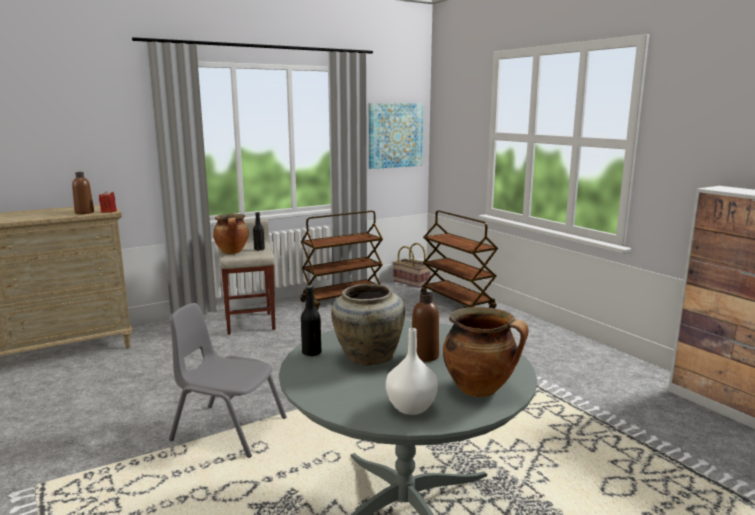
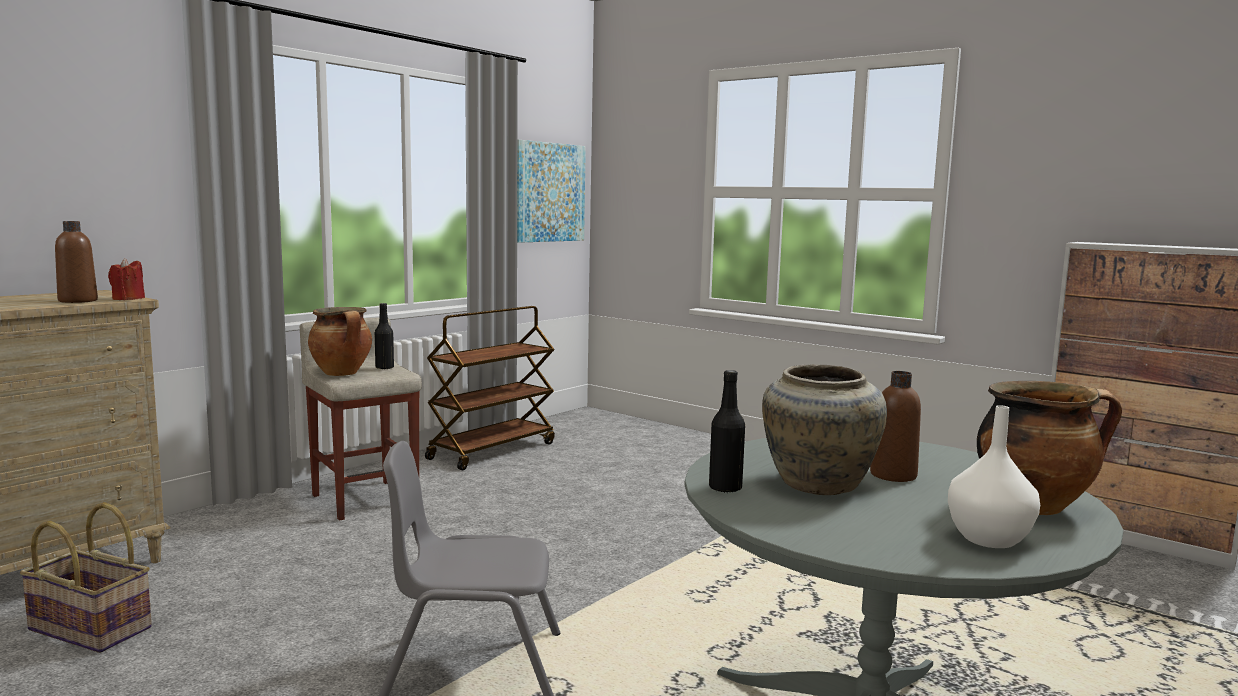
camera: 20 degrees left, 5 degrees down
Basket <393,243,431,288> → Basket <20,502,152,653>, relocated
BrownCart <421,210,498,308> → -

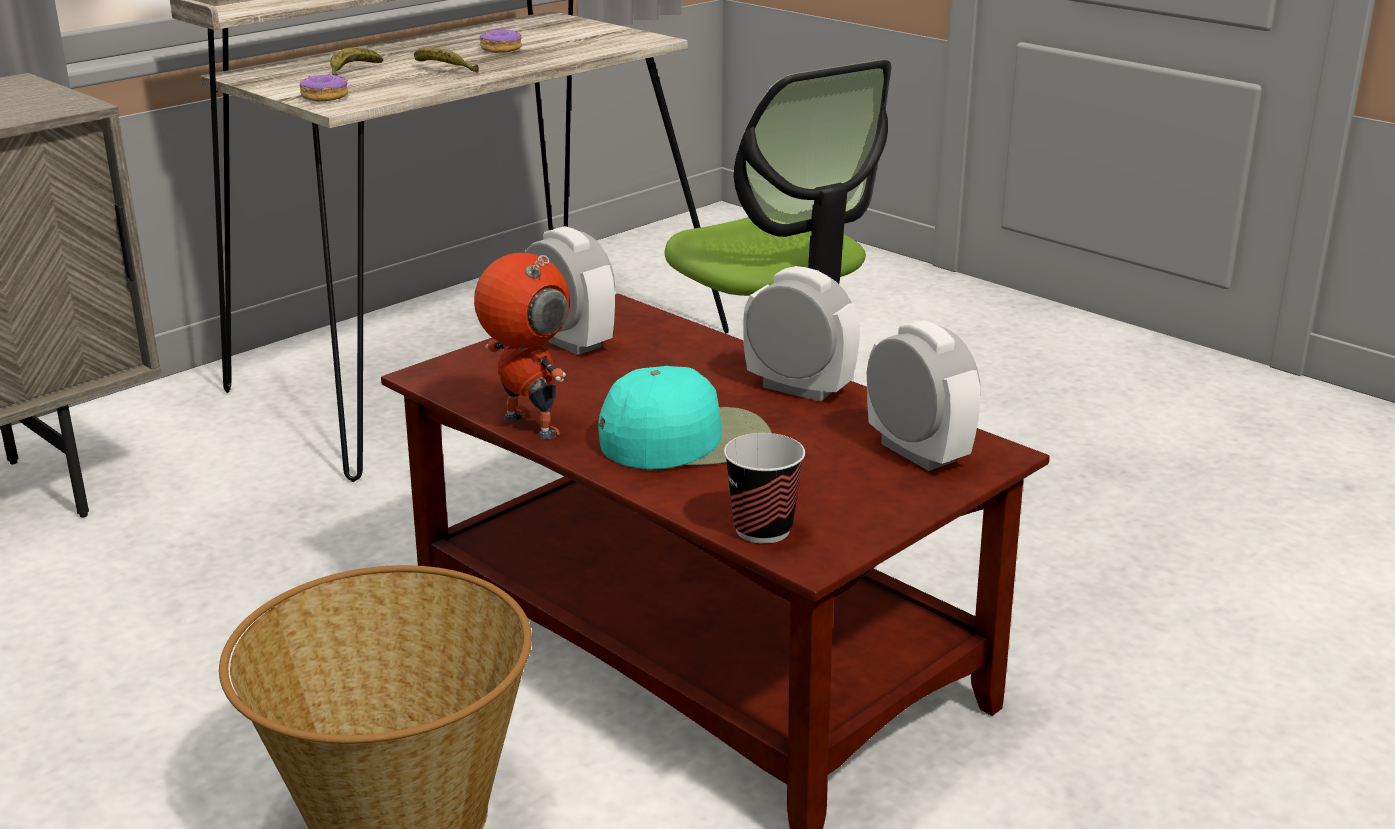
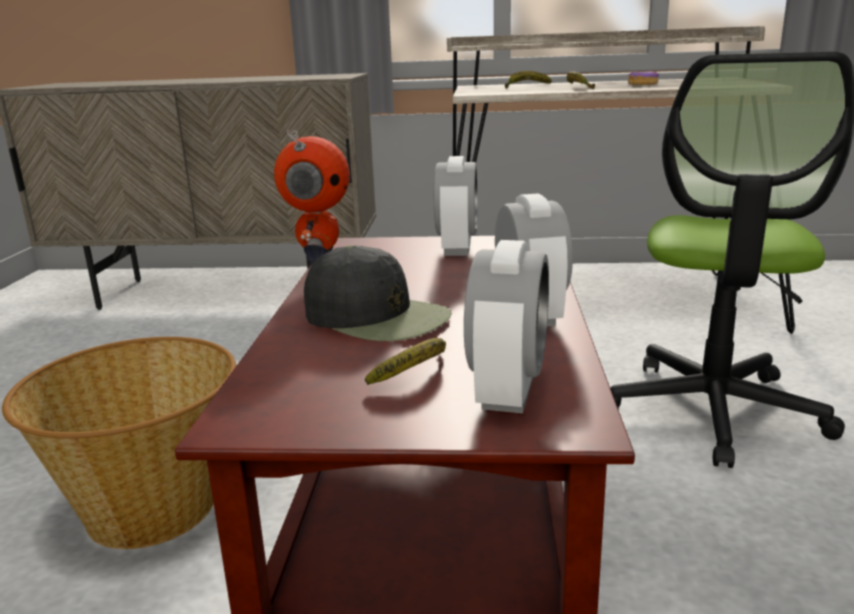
camera: 50 degrees right, 5 degrees down
TurquoiseCap <599,366,772,470> → BlackCap <304,245,452,341>
- → Banana <365,338,446,385>
Donut <300,74,348,102> → -
Cup <724,433,805,544> → -

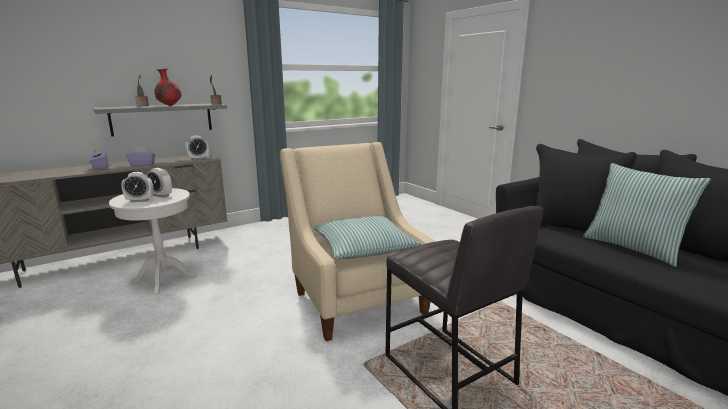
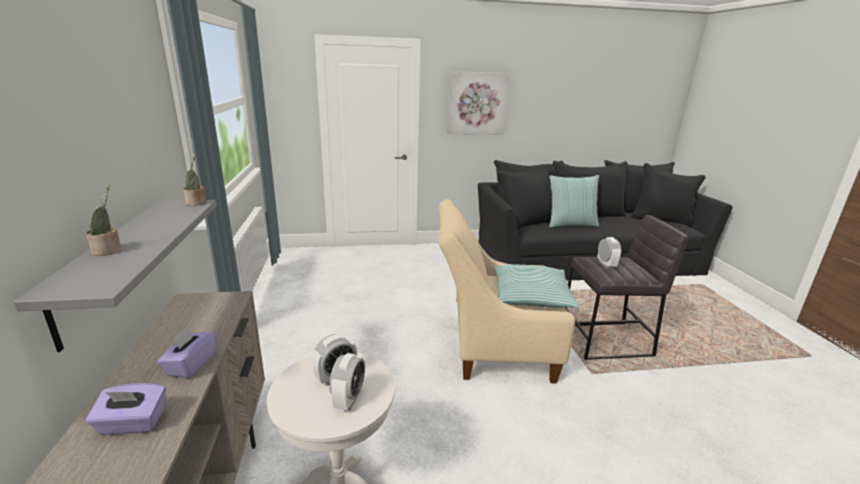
camera: 65 degrees left, 5 degrees up
- → Picture <447,71,509,135>
AlarmClock <185,136,209,160> → AlarmClock <598,237,621,268>, relocated
RedVase <154,68,181,106> → -

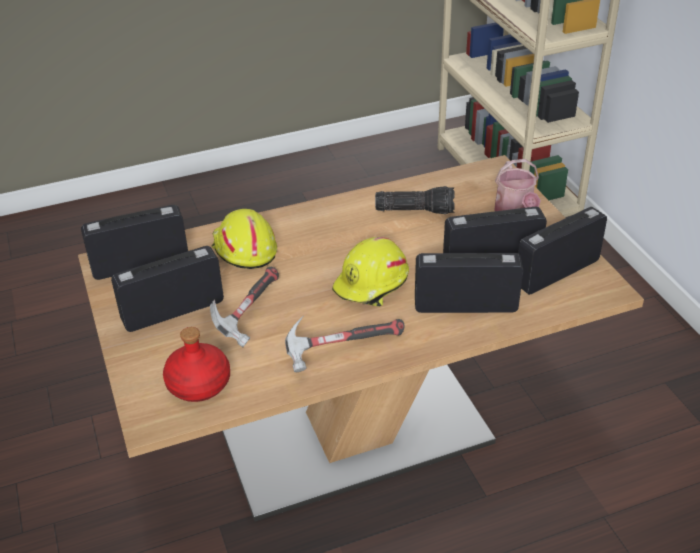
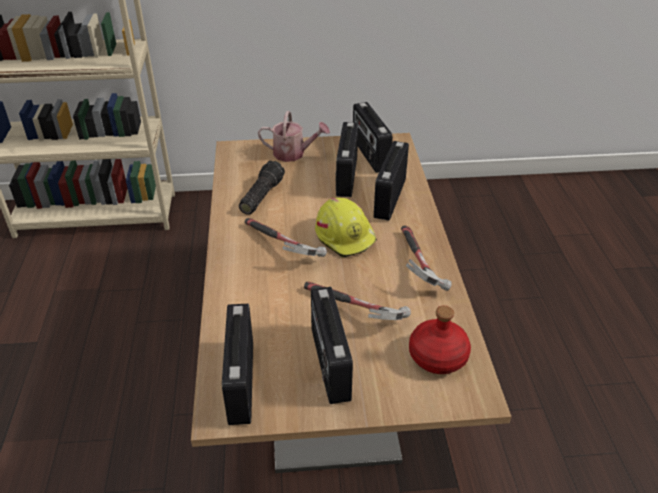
camera: 75 degrees left, 0 degrees up
- → Hammer <245,218,327,257>
YellowHardHat <211,209,277,269> → -

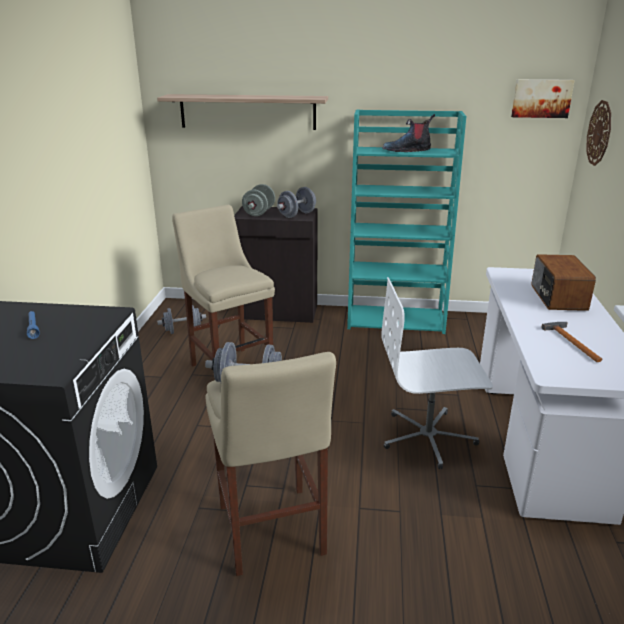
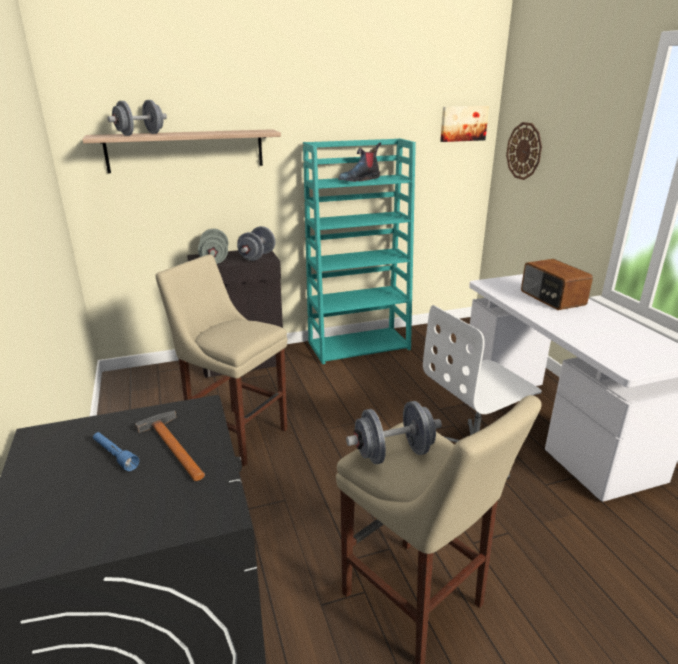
camera: 25 degrees left, 0 degrees up
GreyDumbbell <157,305,206,334> → GreyDumbbell <108,100,167,136>, relocated
Hammer <541,322,602,362> → Hammer <135,410,205,481>, relocated

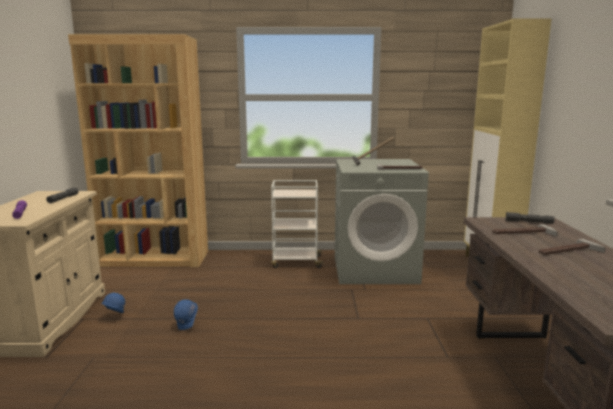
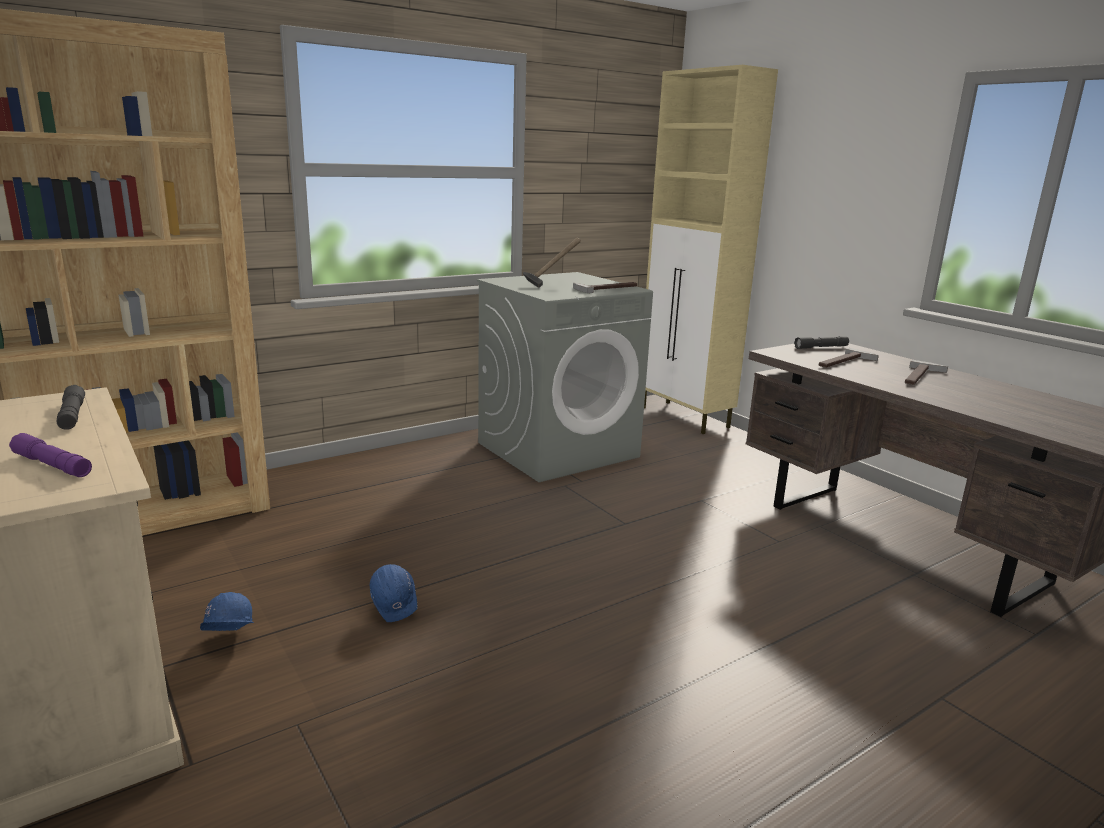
camera: 35 degrees left, 5 degrees up
WhiteCart <271,180,324,268> → -

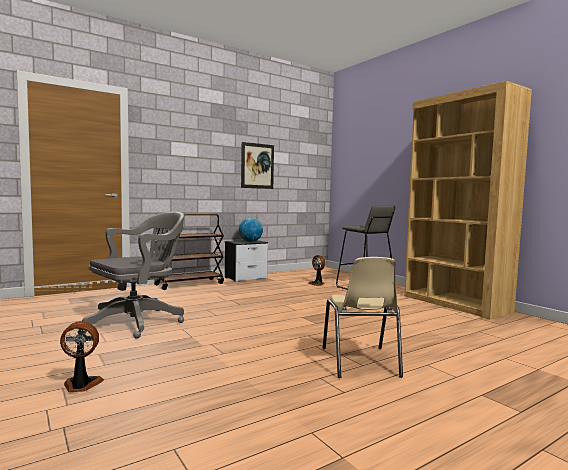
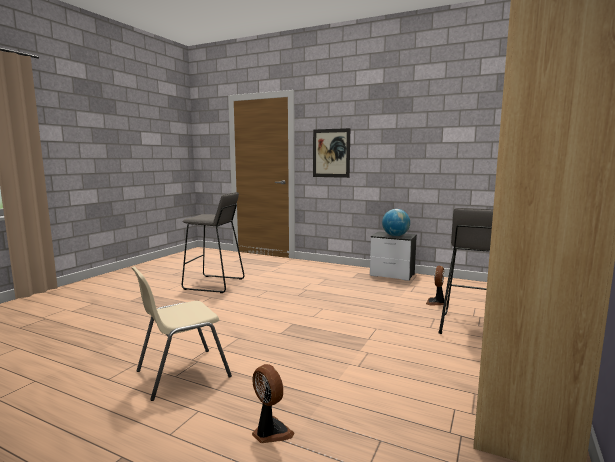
camera: 60 degrees right, 5 degrees up
GreyOfficeChair <82,212,184,339> → GreyStool <182,192,244,293>
Fan <60,321,104,392> → Fan <252,364,294,443>, relocated
Picture <241,142,274,189> → Picture <313,128,350,178>, relocated
BrownCart <154,214,224,290> → -

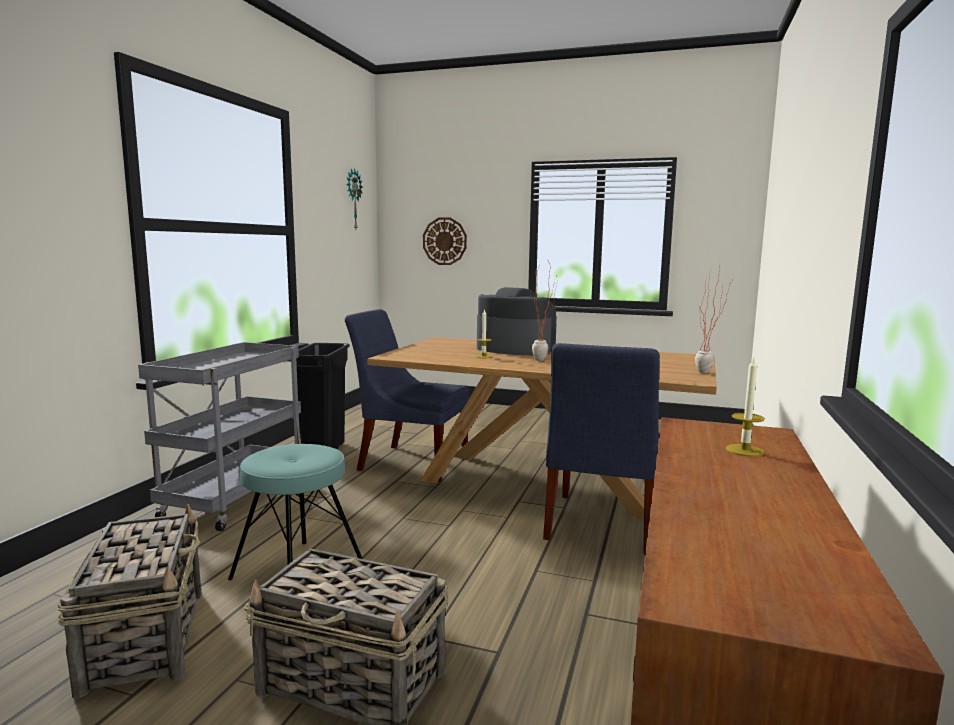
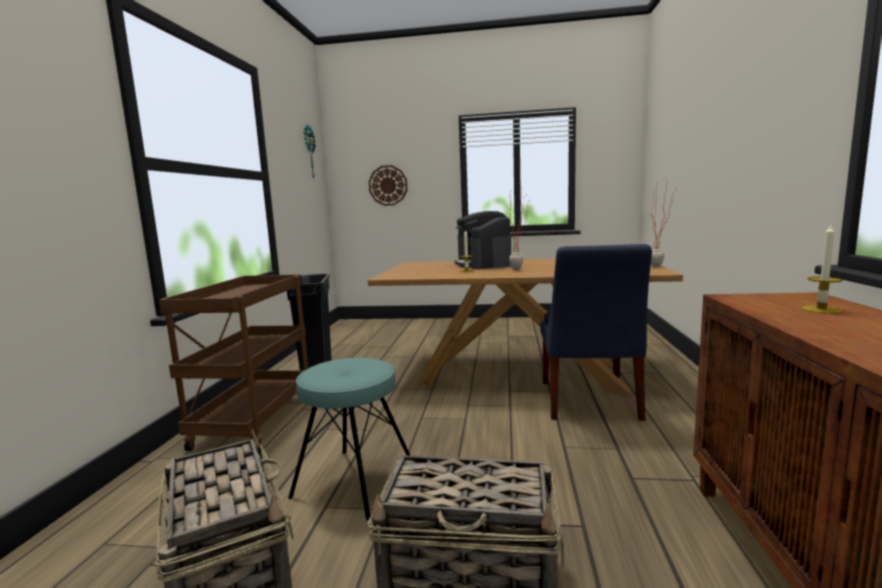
camera: 10 degrees left, 0 degrees up
GreyCart <138,342,301,531> → BrownCart <159,274,308,451>
CoffeeMachine <477,287,557,355> → CoffeeMachine <455,211,511,269>, 120 degrees counterclockwise
BlueChair <345,309,470,482> → -

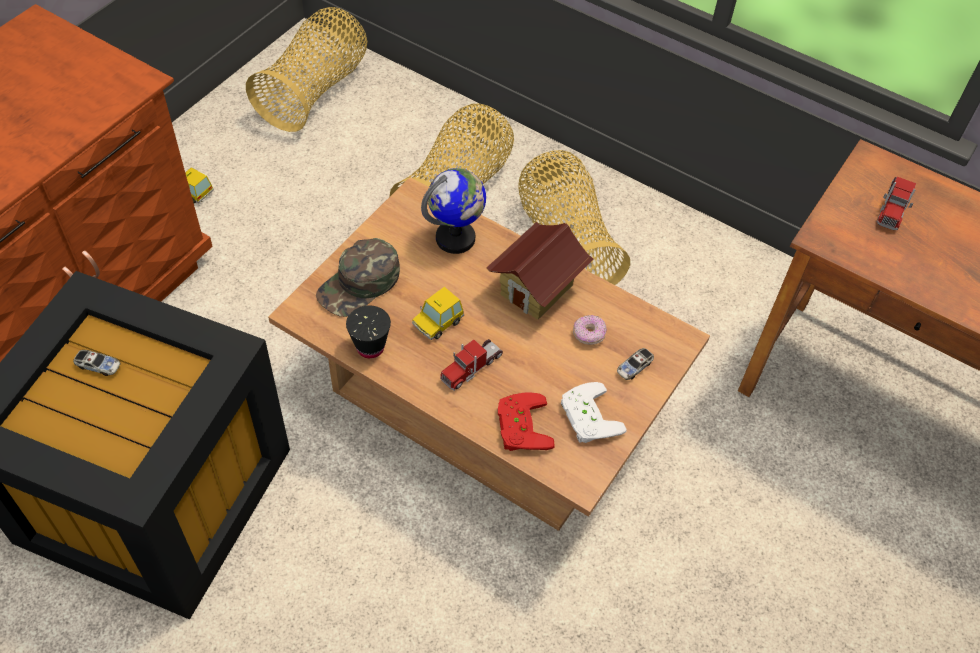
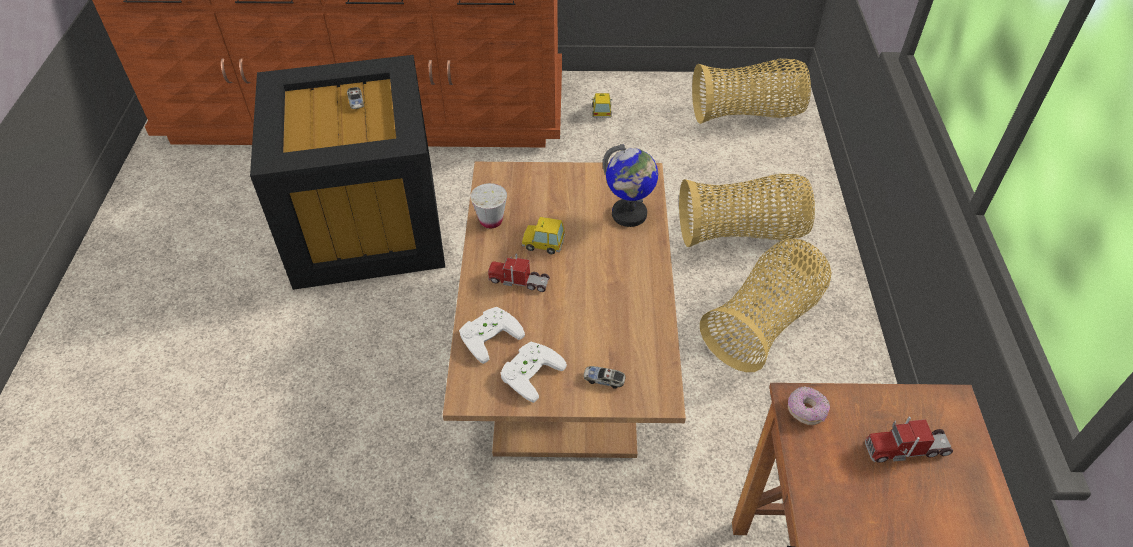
camera: 60 degrees right, 5 degrees down
RedGameController <498,392,555,451> → WhiteGameController <459,307,525,364>
BlackCup <346,306,391,358> → WhiteCup <470,183,507,228>
Donut <573,315,607,345> → Donut <788,386,830,425>, relocated
GreenCap <316,238,400,317> → -
ToyHouse <486,222,594,320> → -

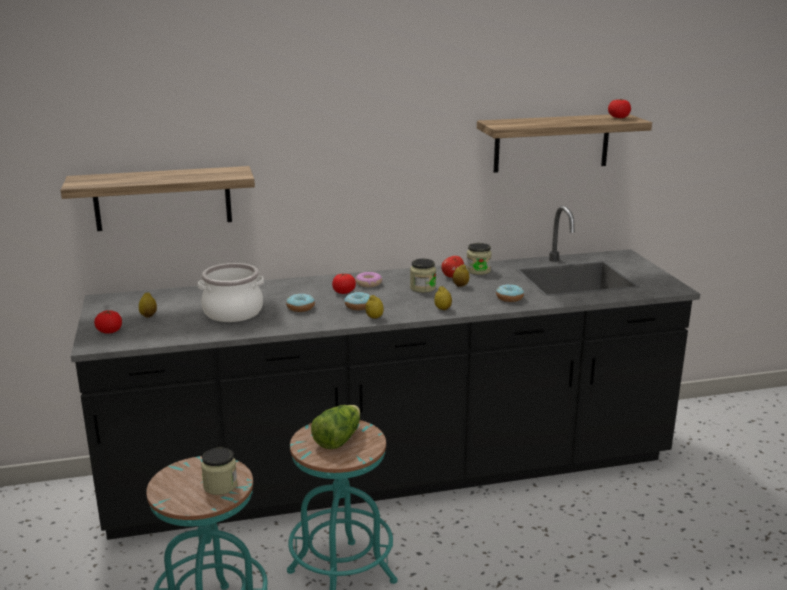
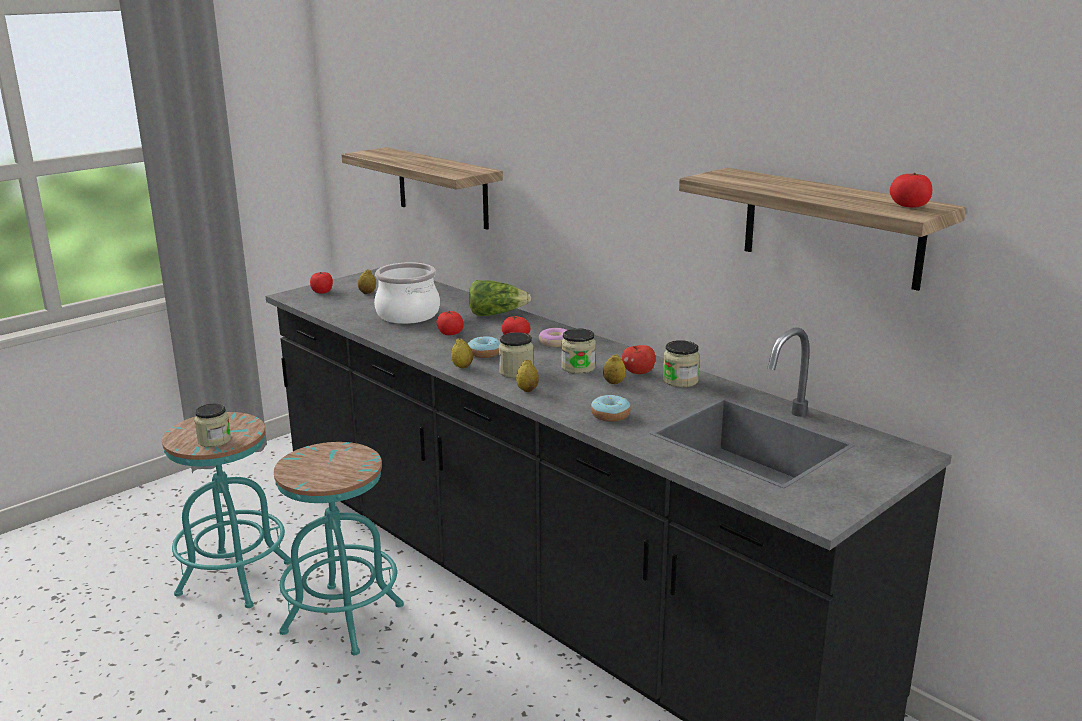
camera: 60 degrees right, 0 degrees up
Donut <286,294,315,312> → Tomato <437,310,464,335>
Lettuce <311,405,360,449> → Lettuce <469,280,531,316>, relocated
- → Jar <499,332,533,378>

